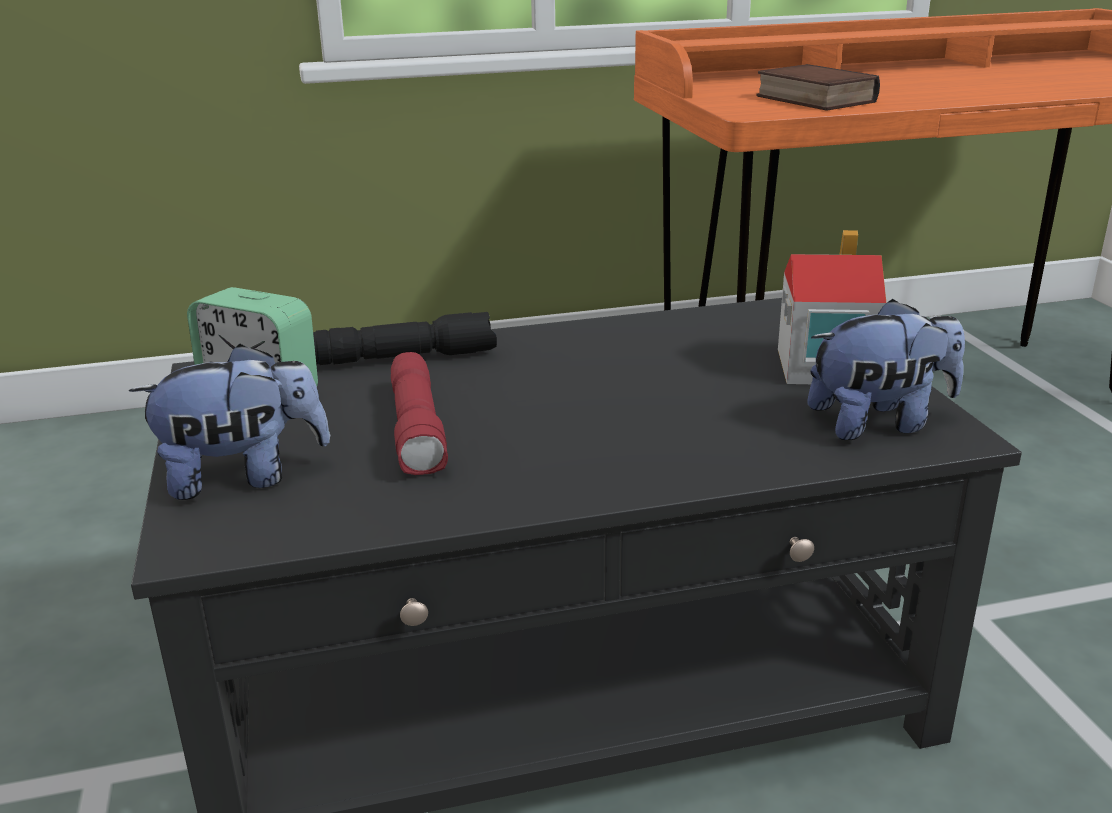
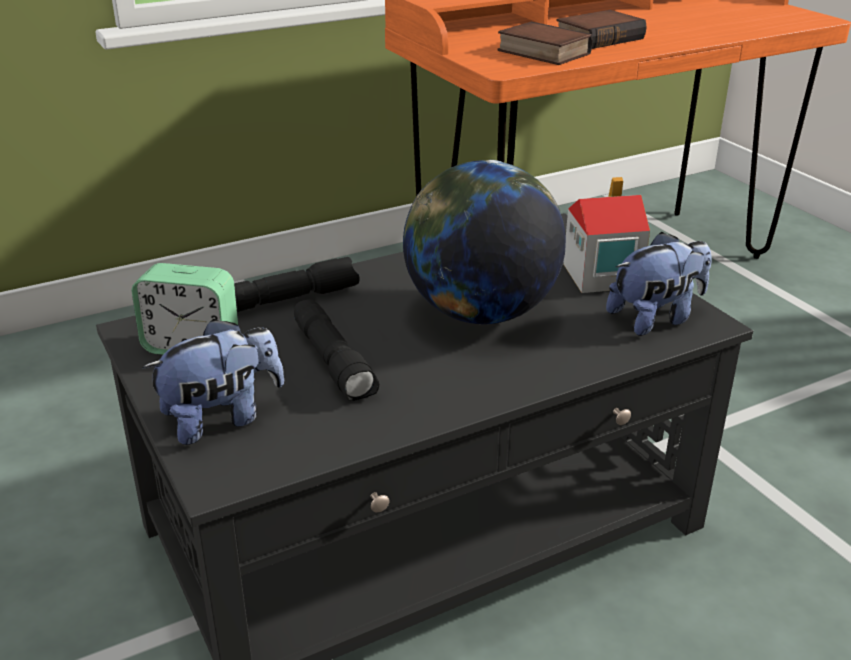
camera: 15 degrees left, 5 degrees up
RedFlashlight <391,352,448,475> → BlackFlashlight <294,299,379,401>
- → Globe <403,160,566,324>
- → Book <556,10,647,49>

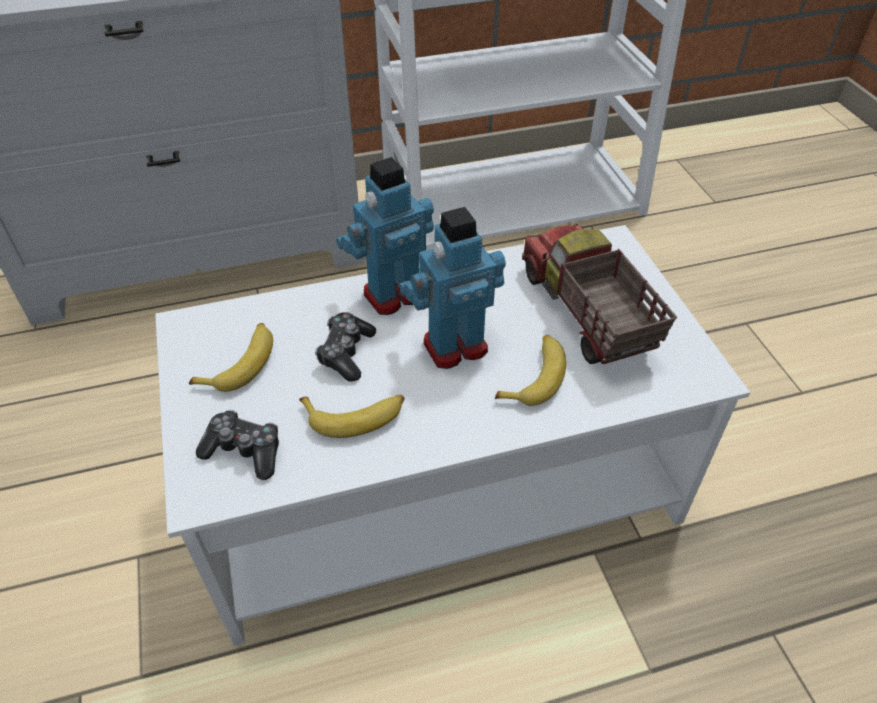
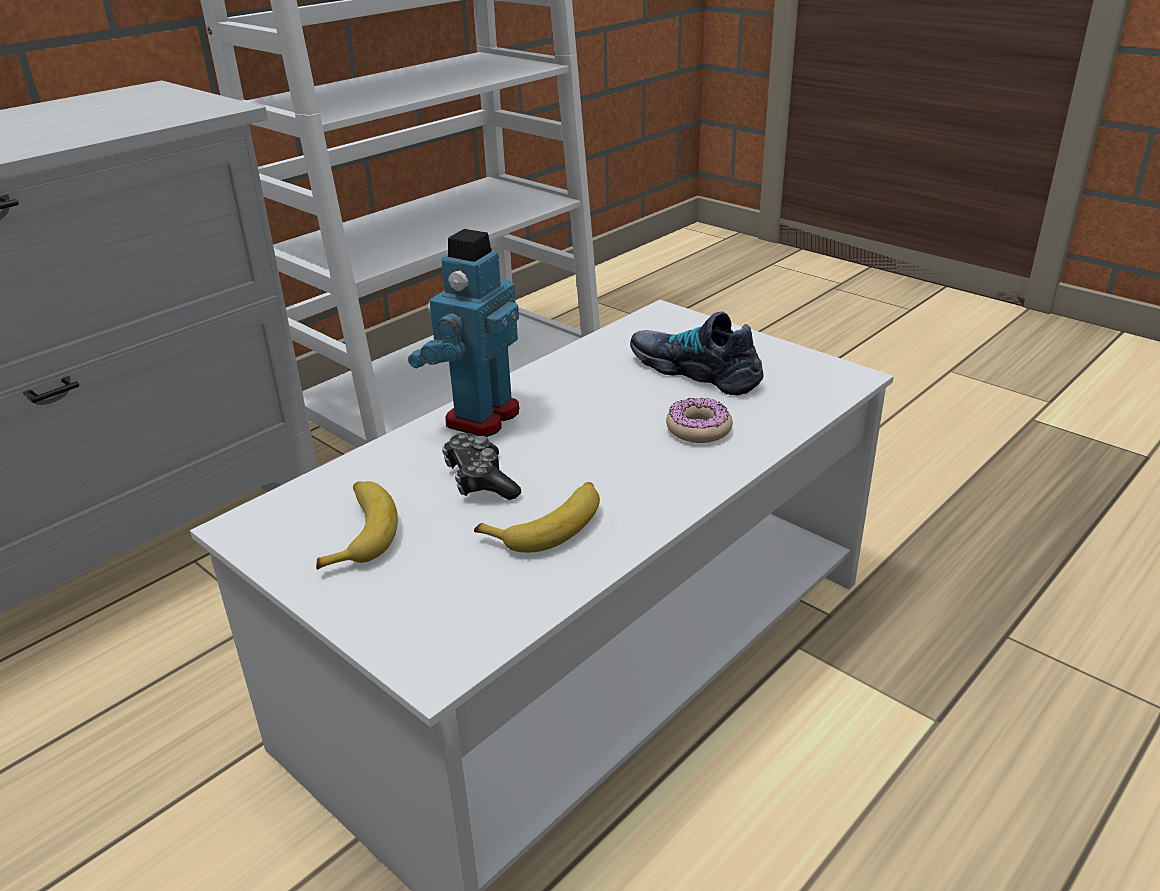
camera: 30 degrees left, 15 degrees down
ToyTruck <522,224,677,364> → Shoe <630,311,763,396>
Banana <495,335,566,406> → Donut <666,398,733,443>
GameController <196,410,279,480> → -
ToyRobot <399,207,506,369> → -

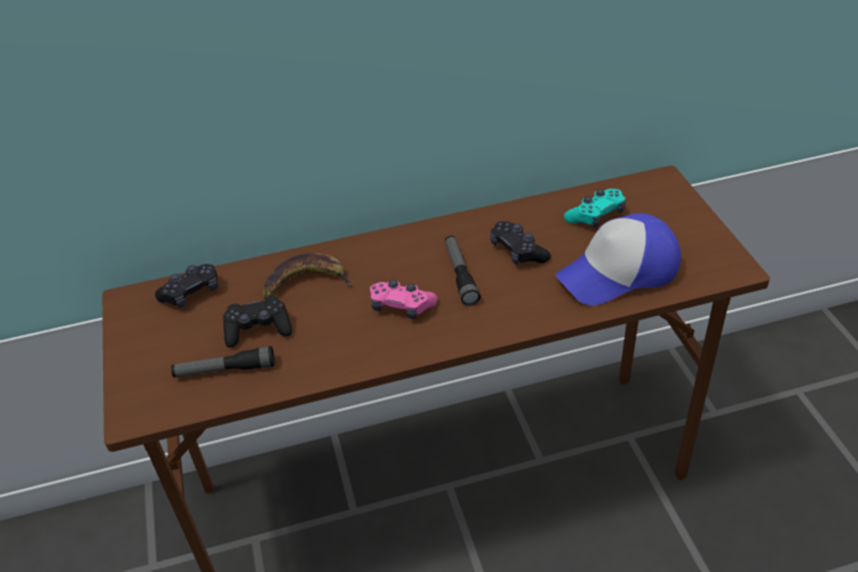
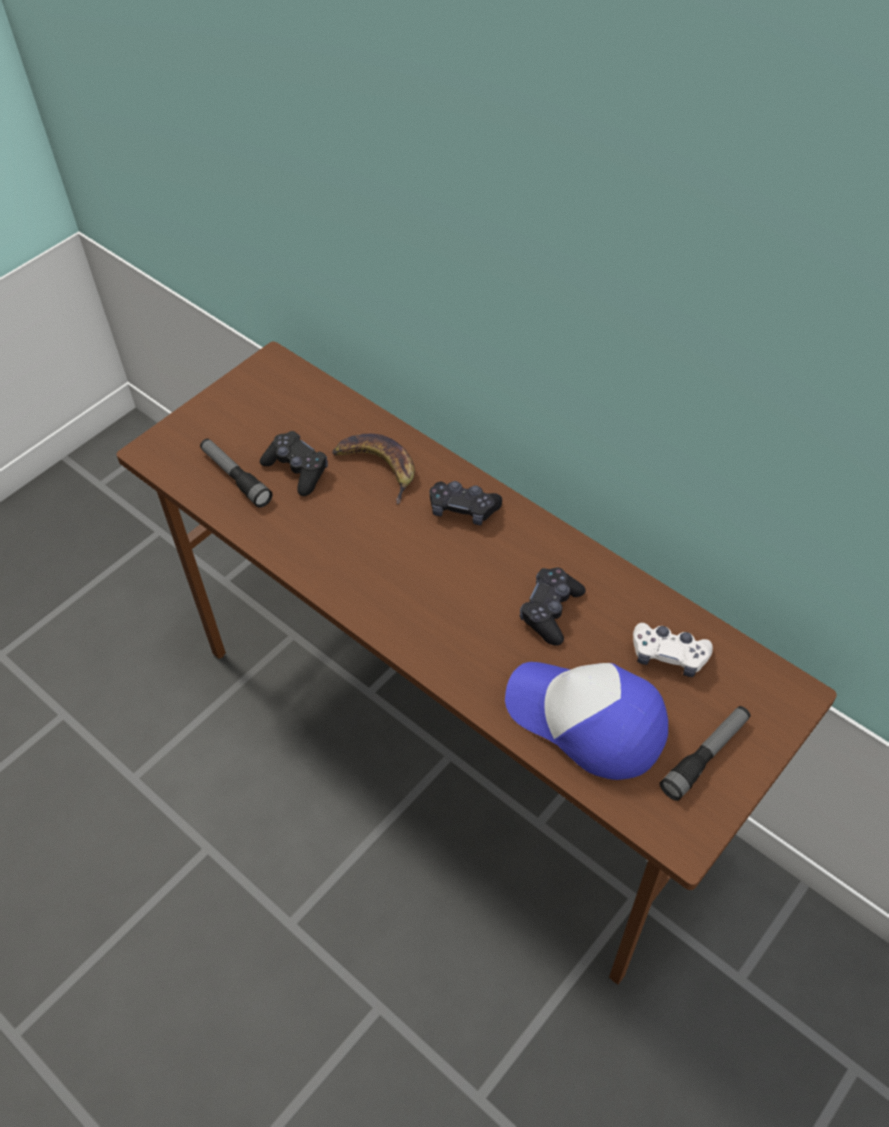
camera: 55 degrees right, 10 degrees up
BlackGameController <155,264,218,308> → BlackGameController <429,481,502,525>, relocated
TurquoiseGameController <564,189,626,228> → WhiteGameController <633,623,713,677>
Flashlight <445,236,480,306> → Flashlight <660,706,751,801>, relocated
PinkGameController <370,280,437,319> → -

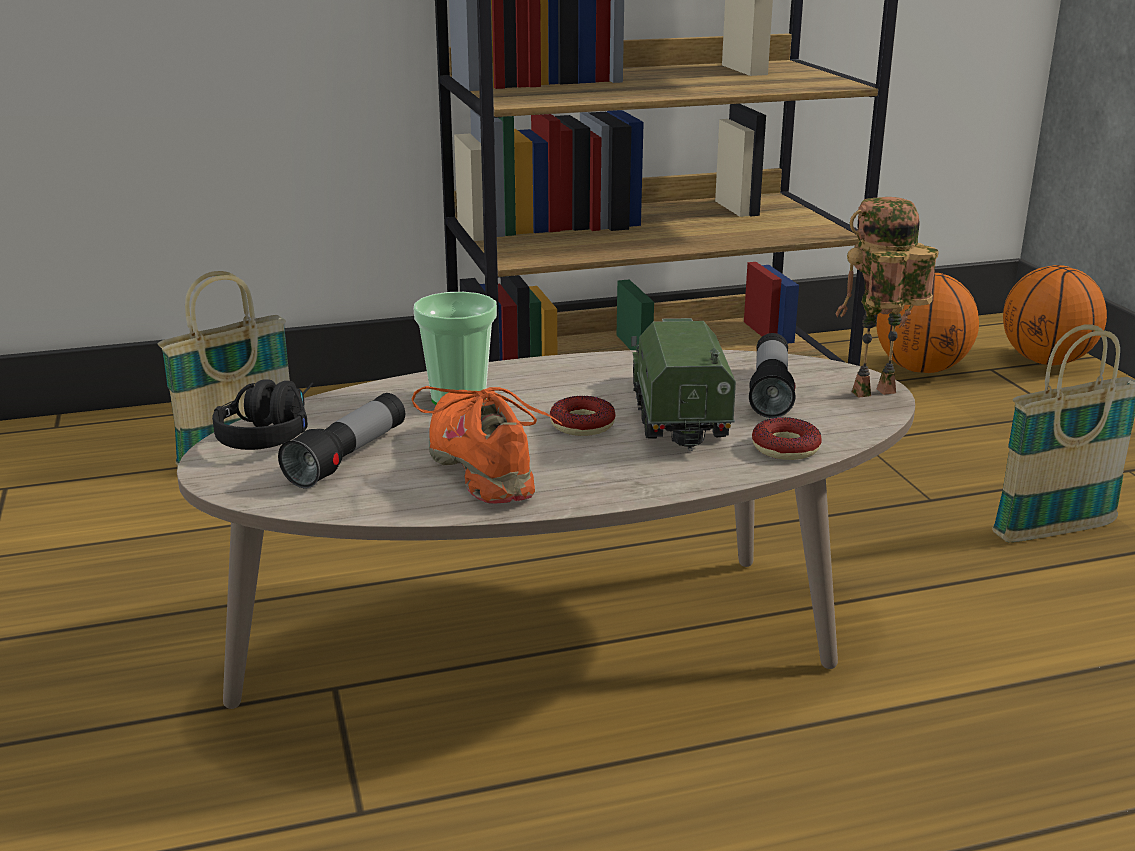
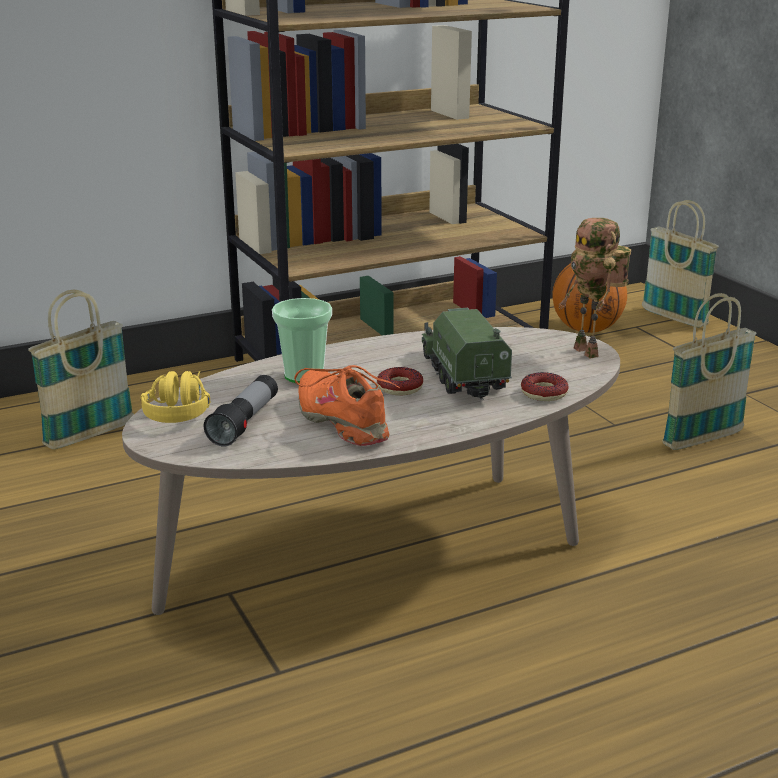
camera: 10 degrees left, 0 degrees up
BlackHeadphones <212,379,313,450> → YellowHeadphones <141,371,210,423>
ToyRobot <836,197,939,398> → ToyRobot <558,218,631,359>, 90 degrees counterclockwise
Basketball <1003,265,1107,365> → Basket <642,200,719,327>
Flashlight <749,333,795,418> → -

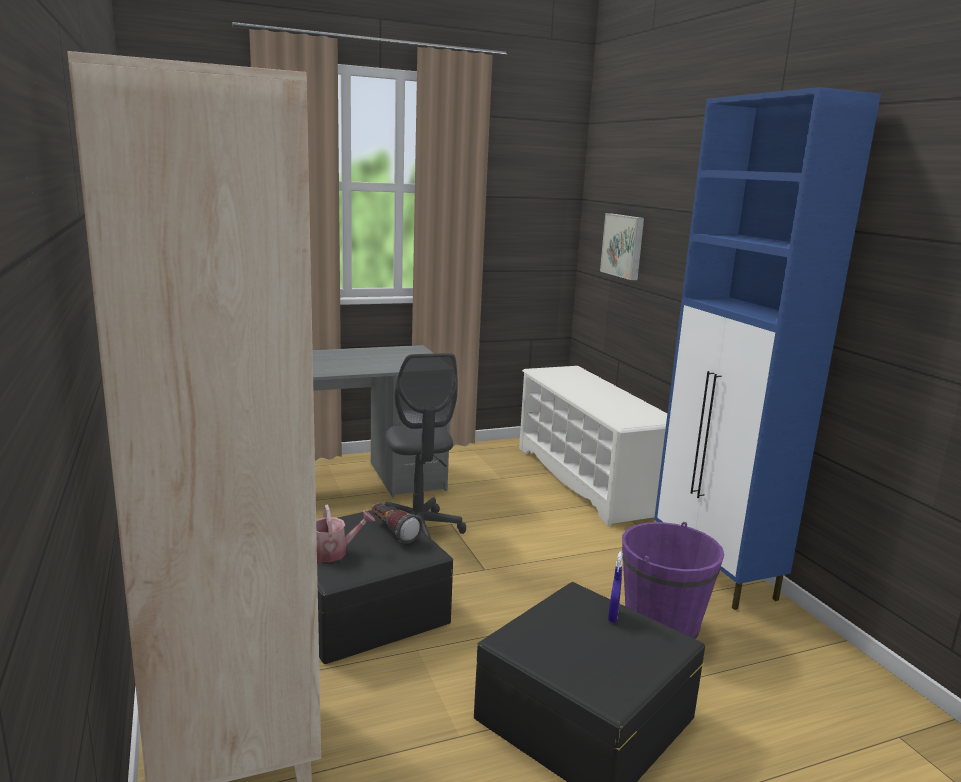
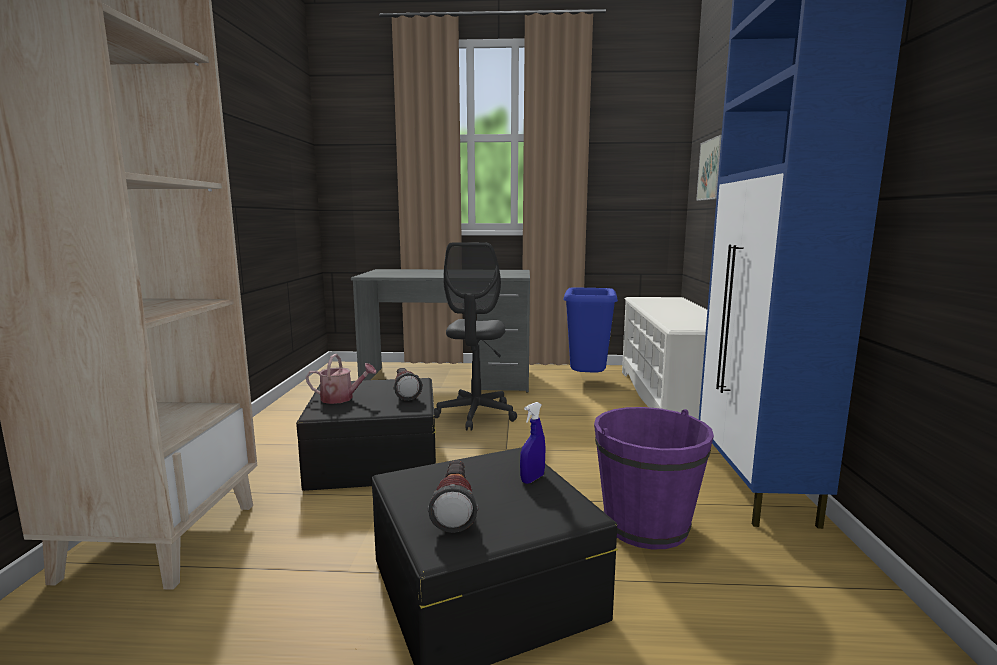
camera: 25 degrees right, 5 degrees down
- → Flashlight <428,461,478,533>
- → BlueTrashCan <563,287,618,373>

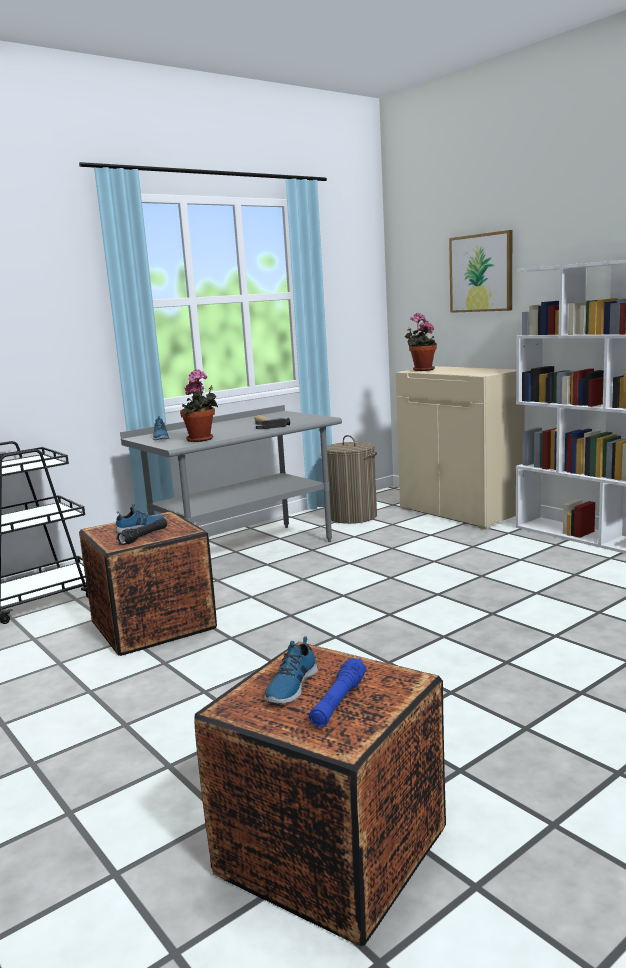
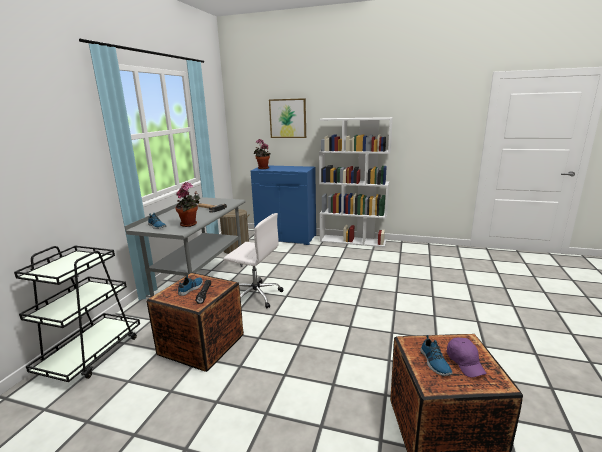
camera: 35 degrees left, 5 degrees up
- → WhiteOfficeChair <223,213,284,309>
BeigeCabinet <395,366,525,530> → BlueCabinet <251,165,316,245>
BlueFlashlight <309,658,366,727> → PurpleCap <446,337,487,377>

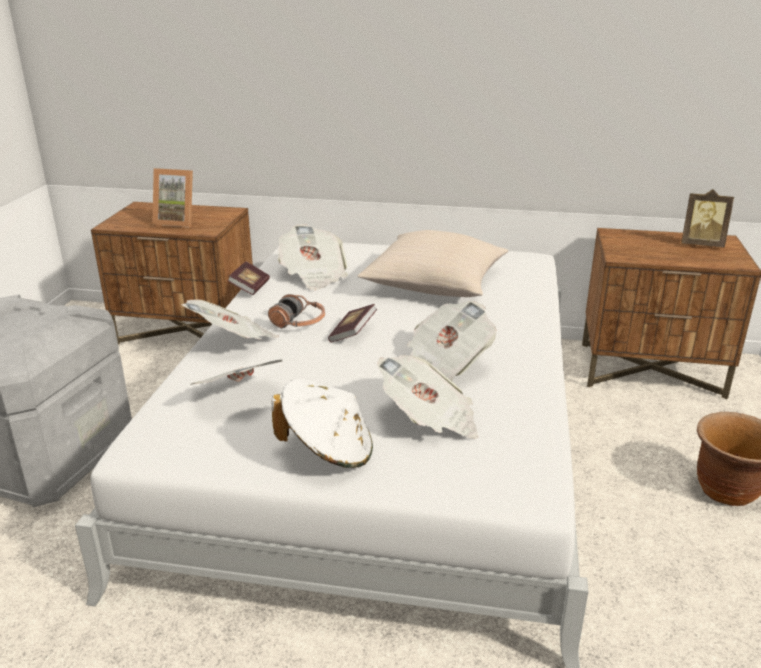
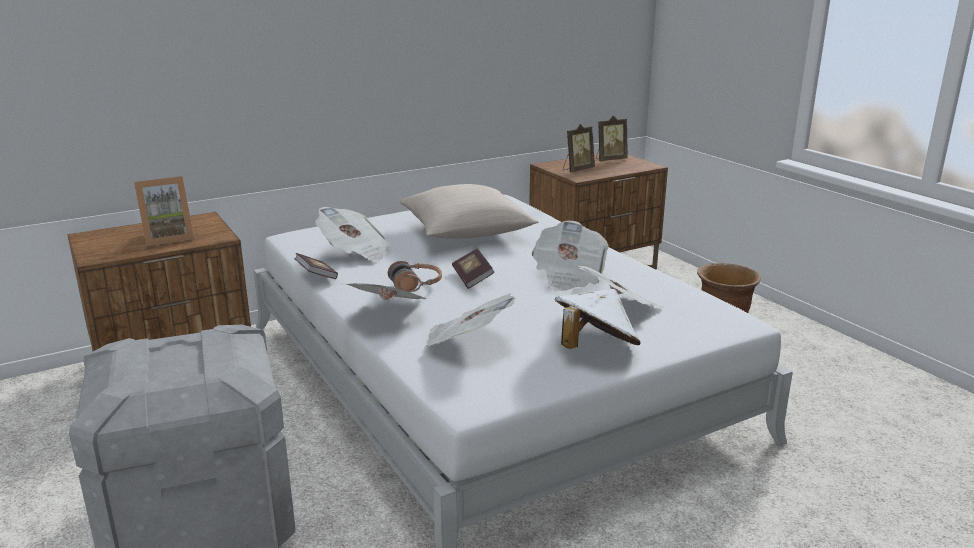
camera: 40 degrees left, 5 degrees down
- → PictureFrame <563,124,595,172>

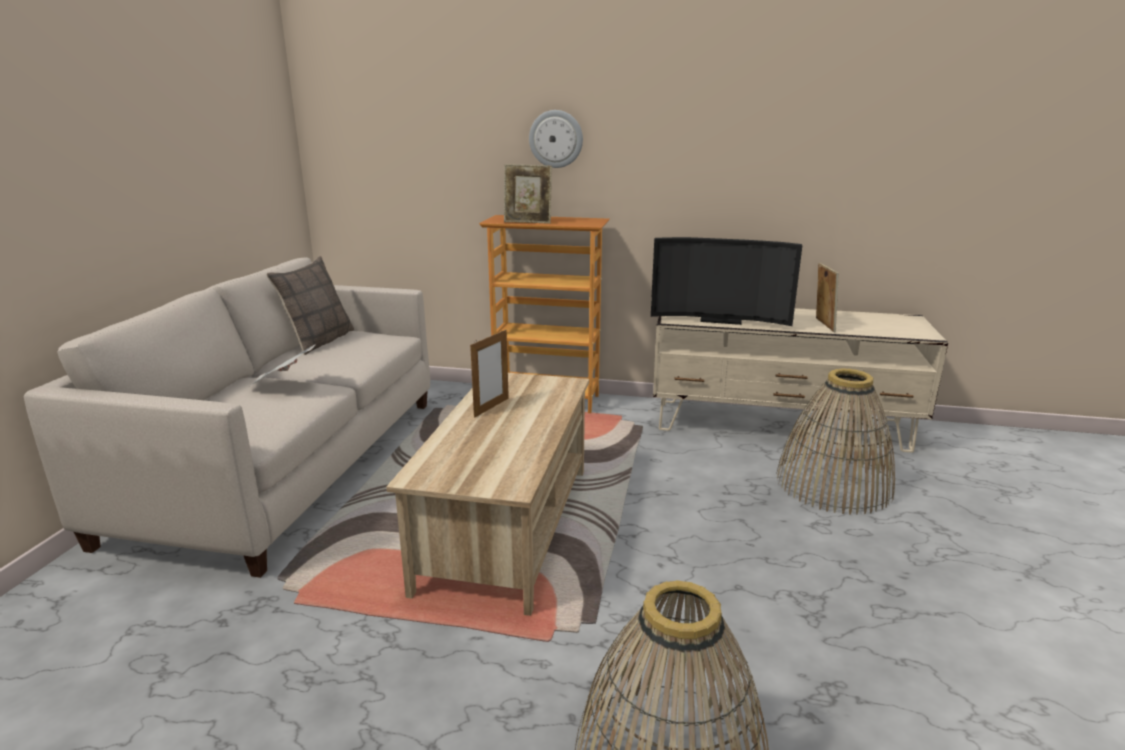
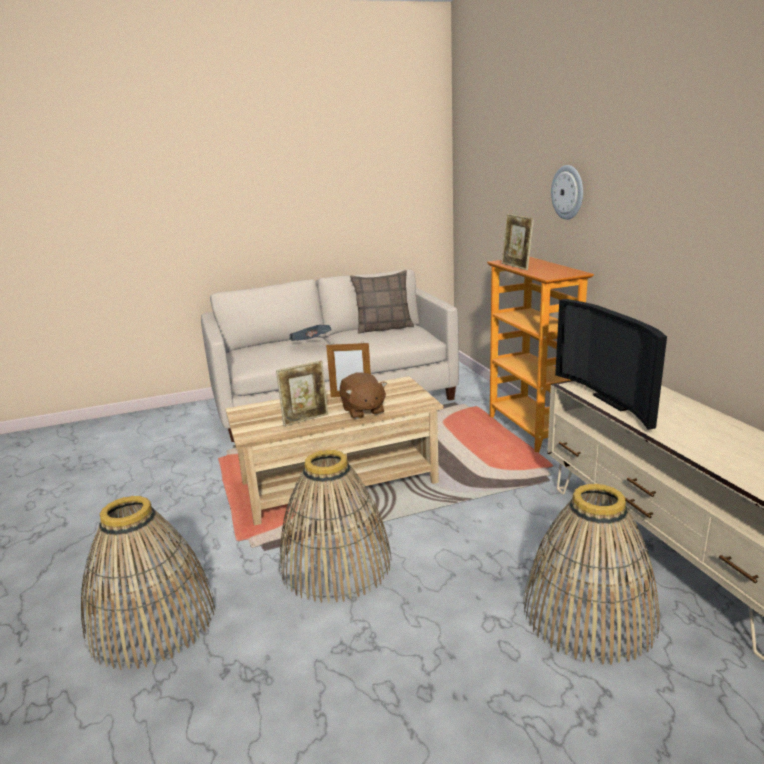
camera: 60 degrees right, 0 degrees up
PictureFrame <816,263,839,332> → PictureFrame <276,361,328,427>, relocated
- → Basket <279,450,392,603>
- → BrownPlushToy <340,372,387,419>

